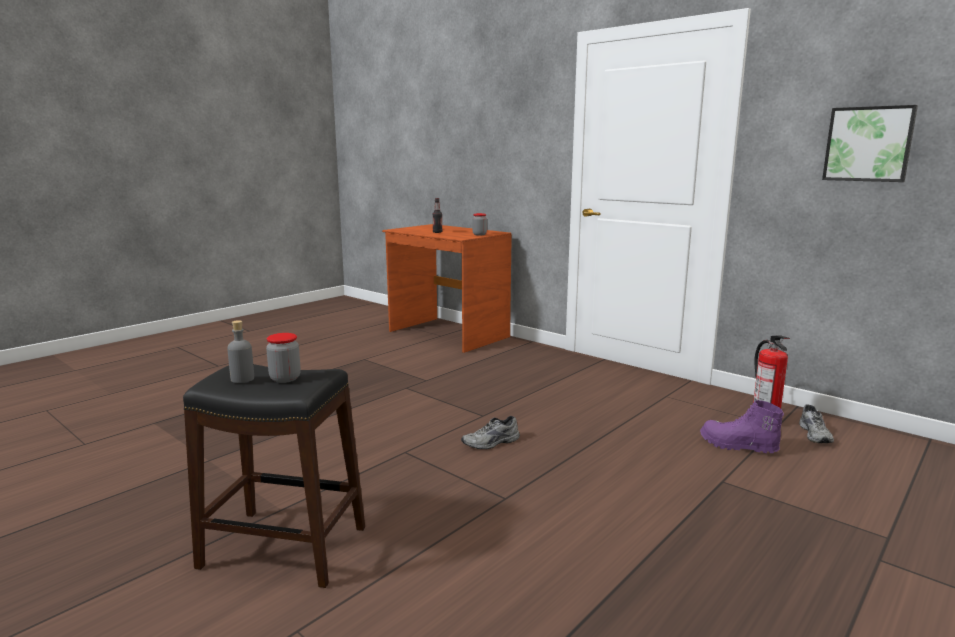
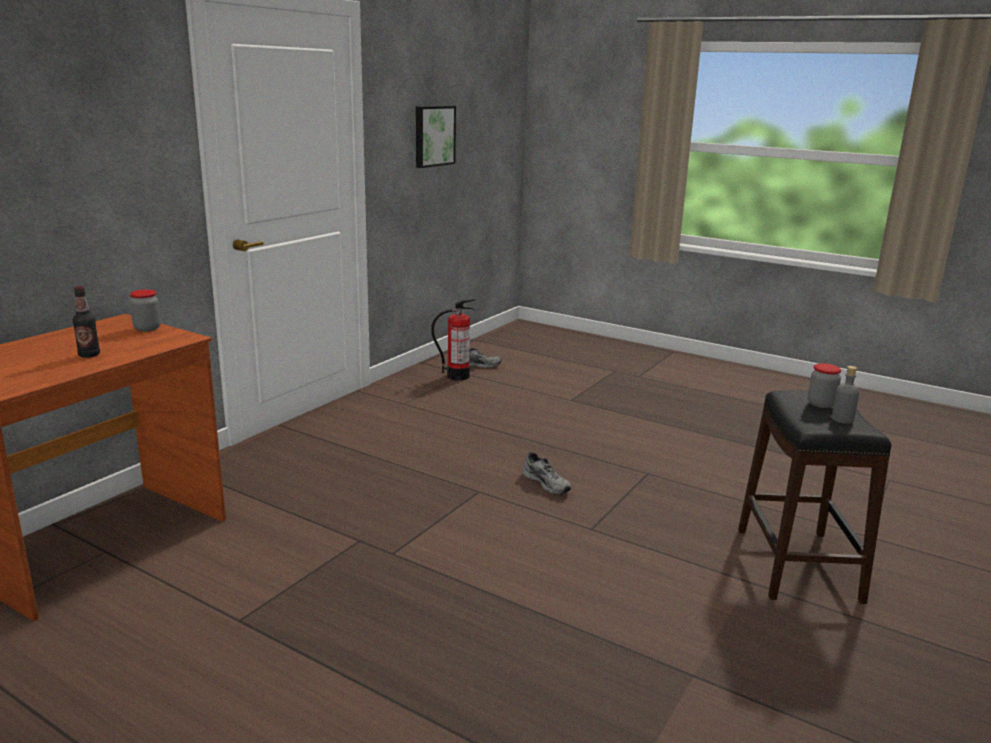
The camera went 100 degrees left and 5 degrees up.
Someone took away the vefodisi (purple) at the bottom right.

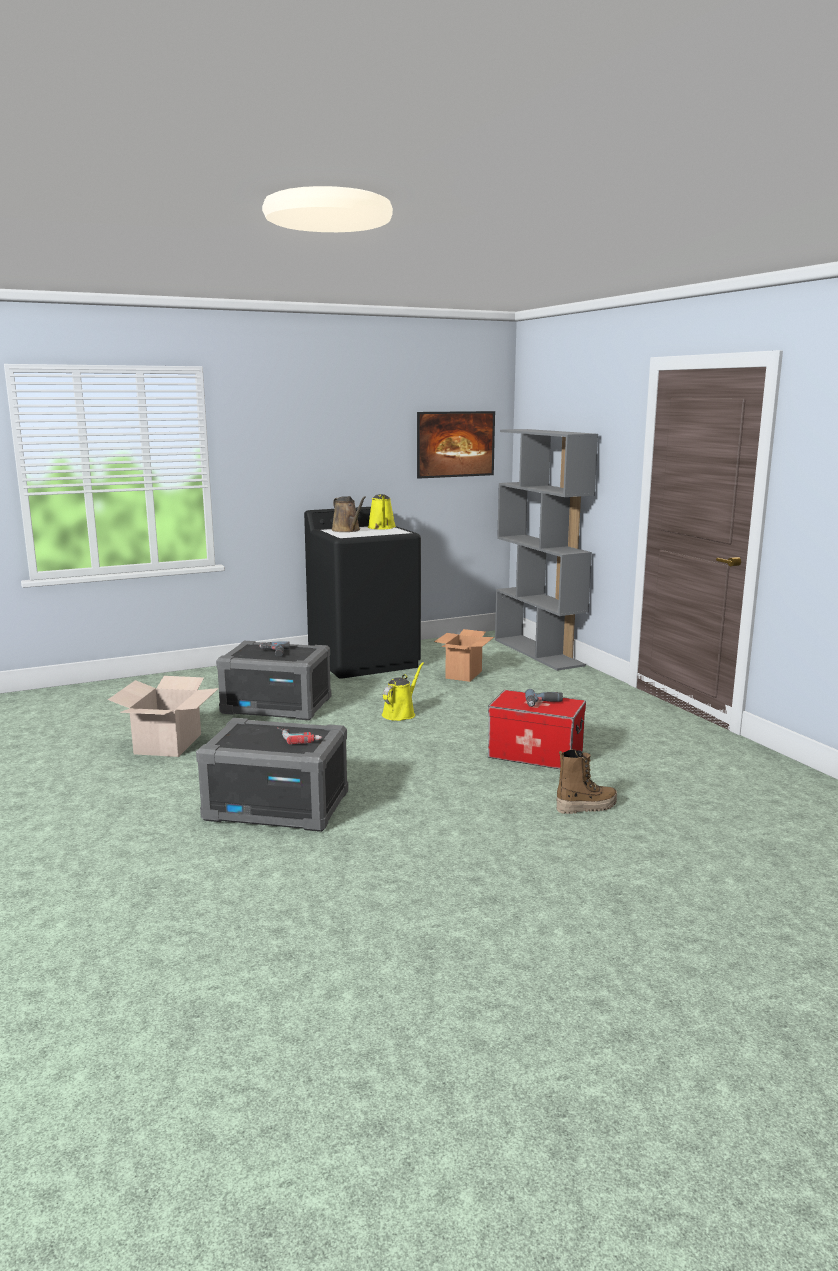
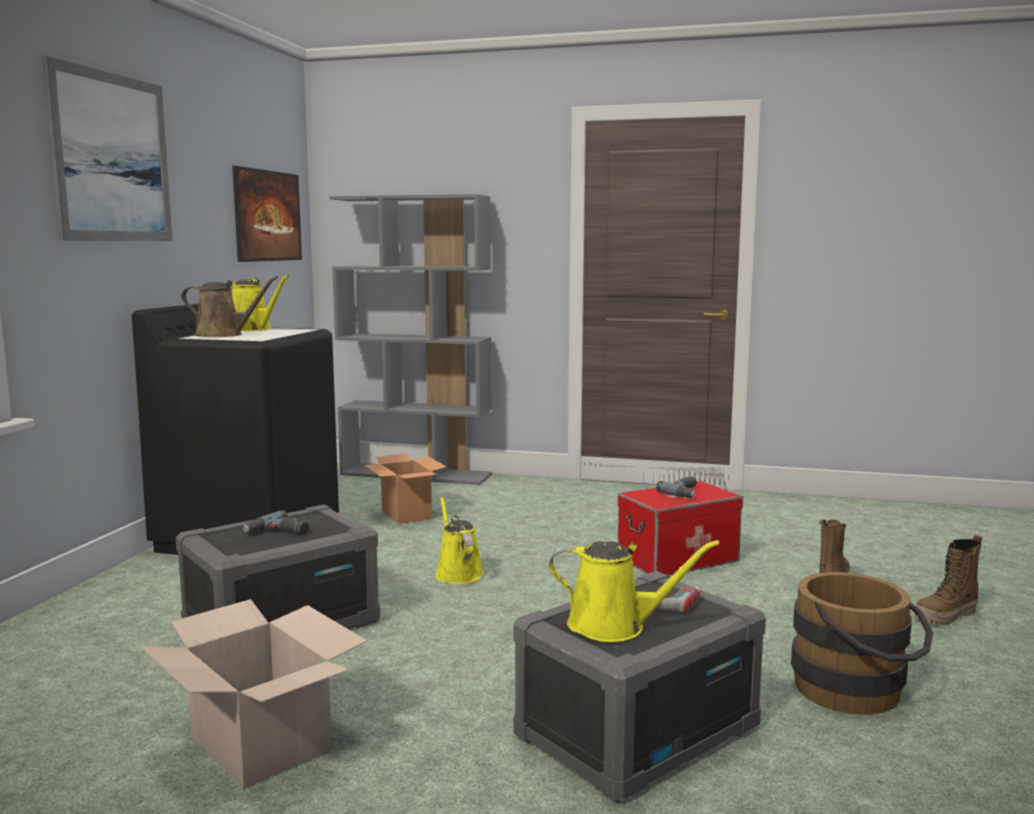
The camera went 50 degrees left and 5 degrees down.
Someone put up the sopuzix (1st from left) at the top left.
Someone put down the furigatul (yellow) (3rd from left) at the bottom centre.
Someone put down the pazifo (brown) at the bottom right.
Someone put down the vefodisi (2nd from left) at the bottom right.

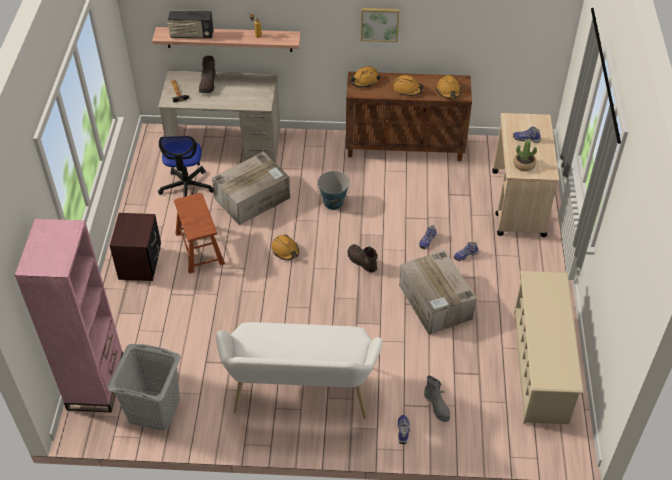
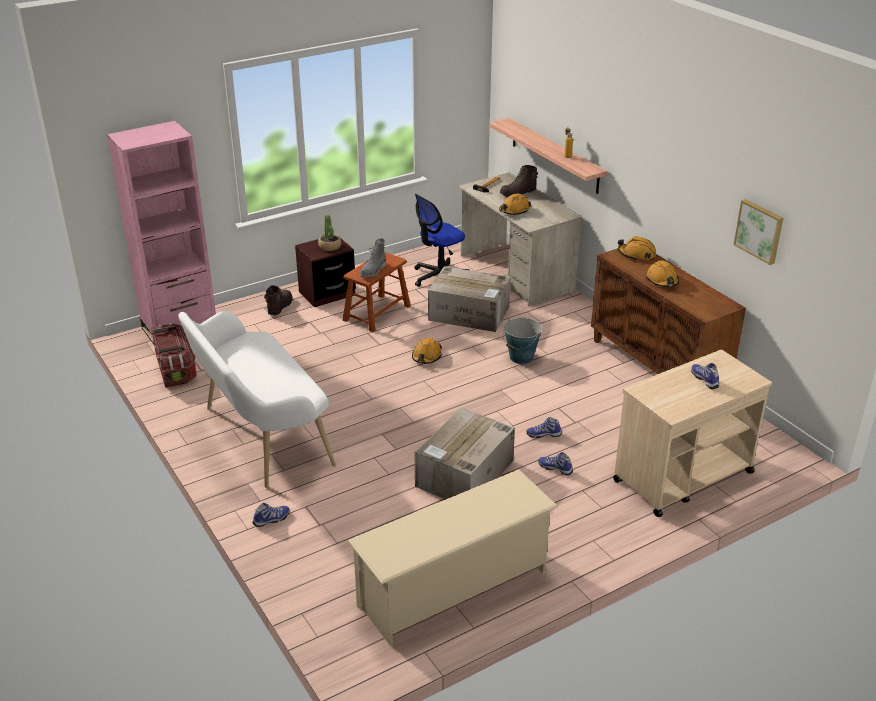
The camera went 55 degrees right and 15 degrees down.
Someone took away the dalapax at the top left.
Someone carried the vefodisi (brown) (2nd from left in the first image) from the centre to the middle left.
Someone carried the sopuzix from the top centre to the top right.
Someone carried the vefodisi (grey) from the bottom centre to the centre.
Someone carried the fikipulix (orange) (4th from left in the first image) from the top right to the top centre.
Someone carried the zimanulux from the top right to the top centre.
Someone swapped the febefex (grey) at the bottom left for the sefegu at the middle left.

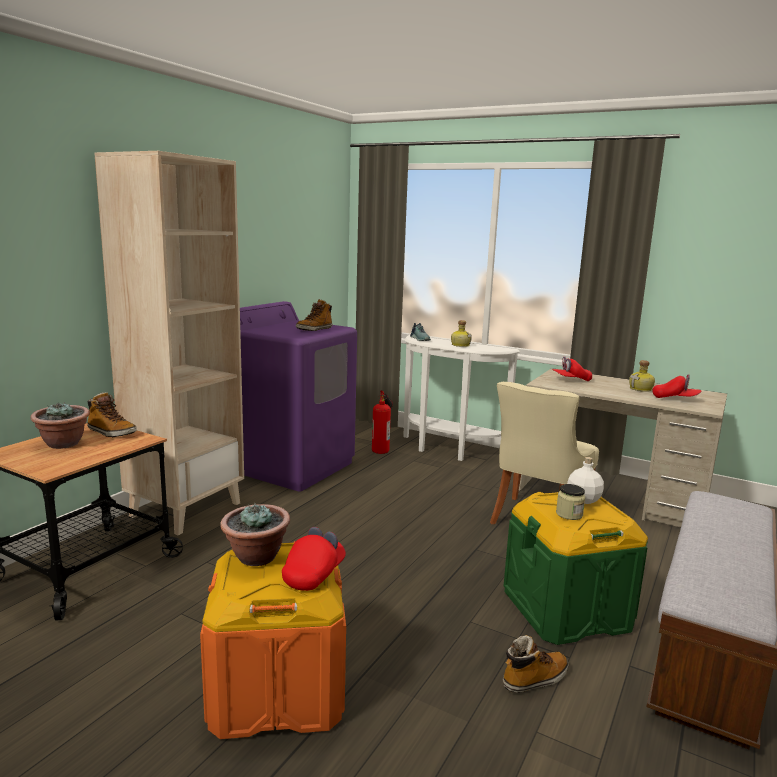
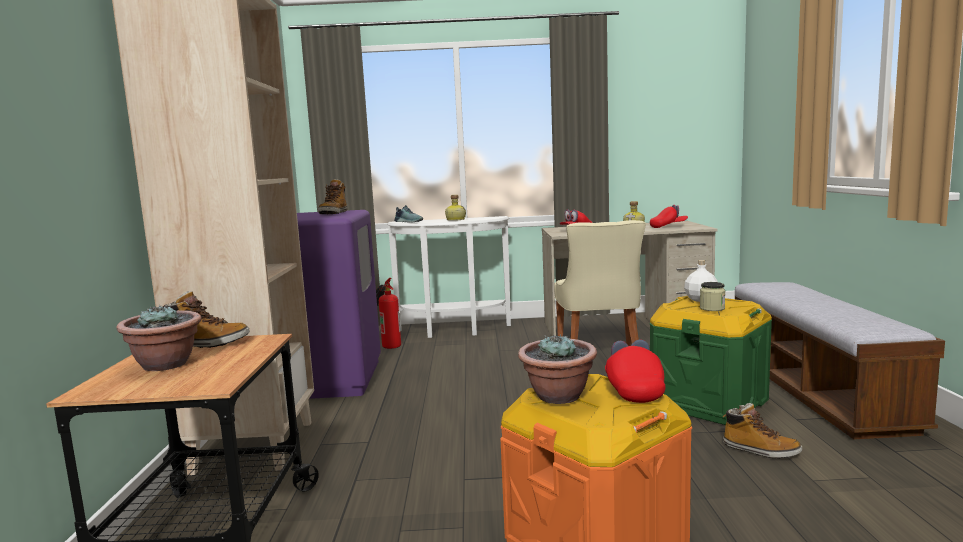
The camera went 30 degrees left and 5 degrees down.
Someone rotated the vefodisi (3rd from left) at the bottom right by 90 degrees clockwise.

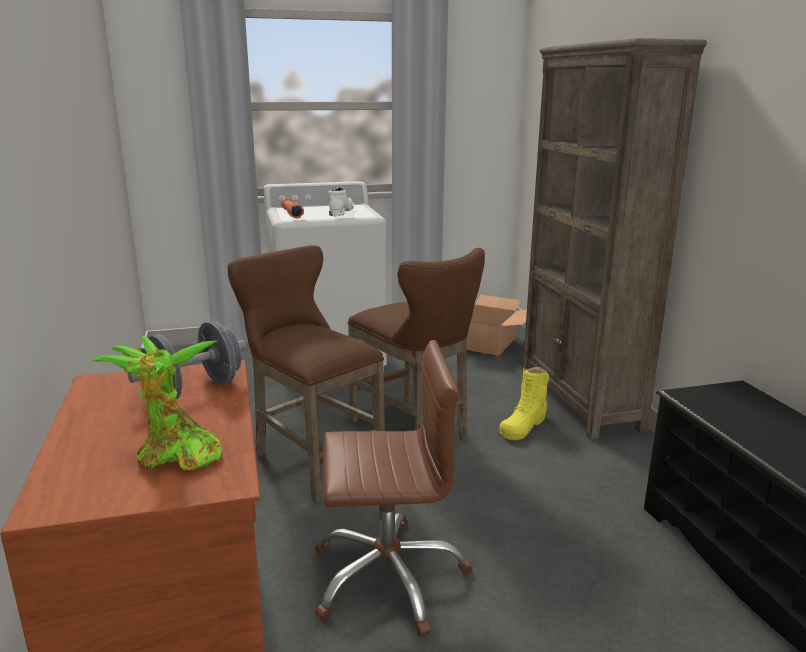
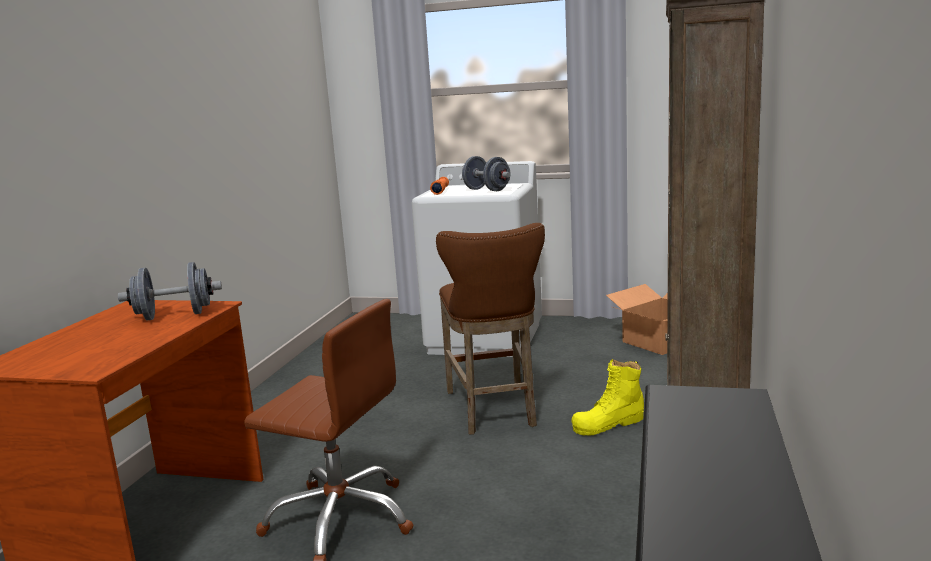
The camera went 30 degrees right and 5 degrees down.
Someone took away the zimanulux at the middle left.
Someone took away the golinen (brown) (1st from left) at the centre.
Someone swapped the vefodisi (white) at the top centre for the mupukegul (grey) (2nd from left) at the top centre.

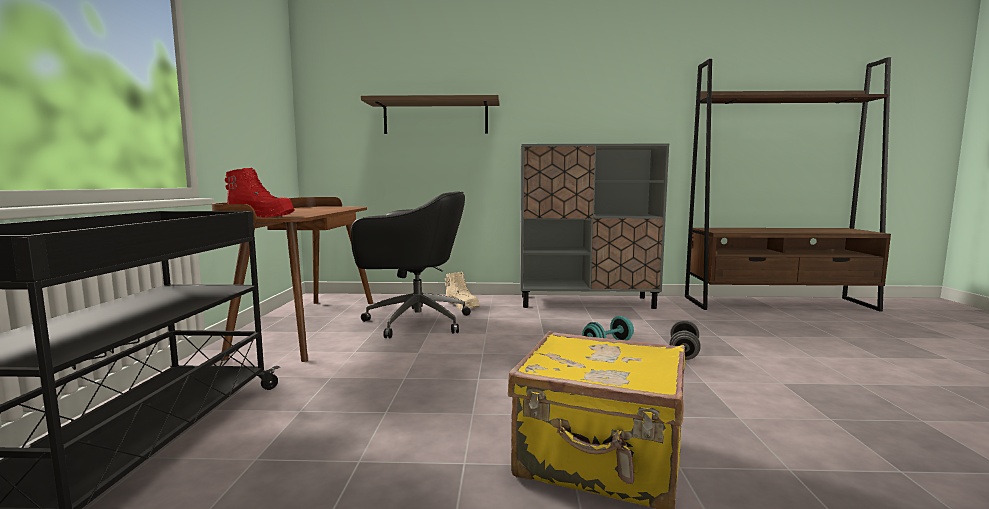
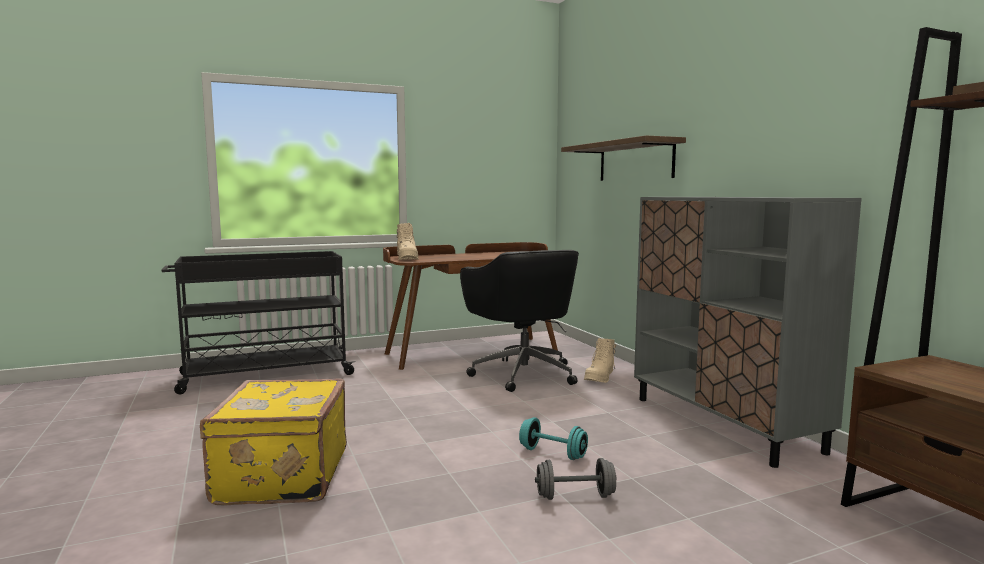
The camera went 65 degrees right and 0 degrees up.
Someone repainted the vefodisi (red) at the middle left, which became the vefodisi (beige) (1st from left) at the centre.

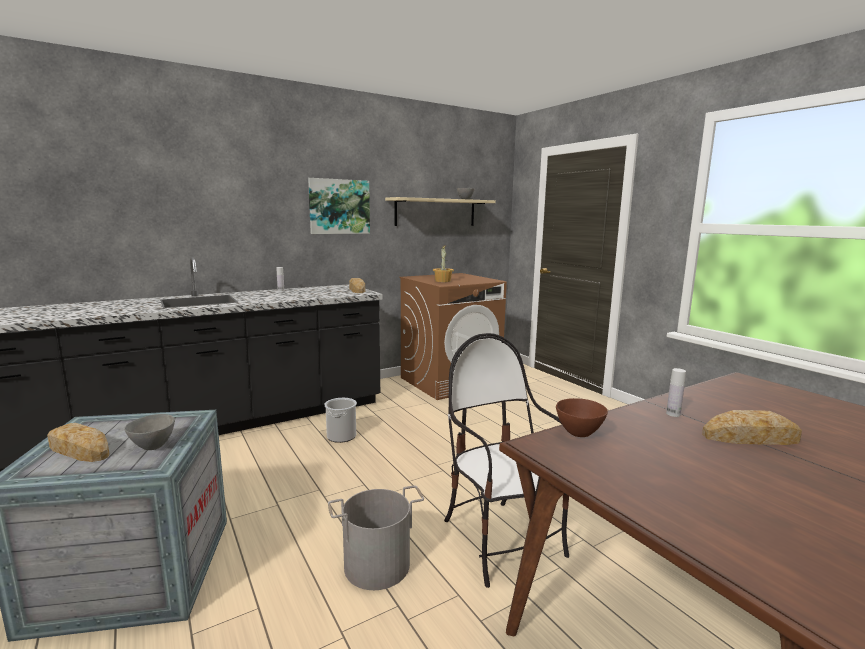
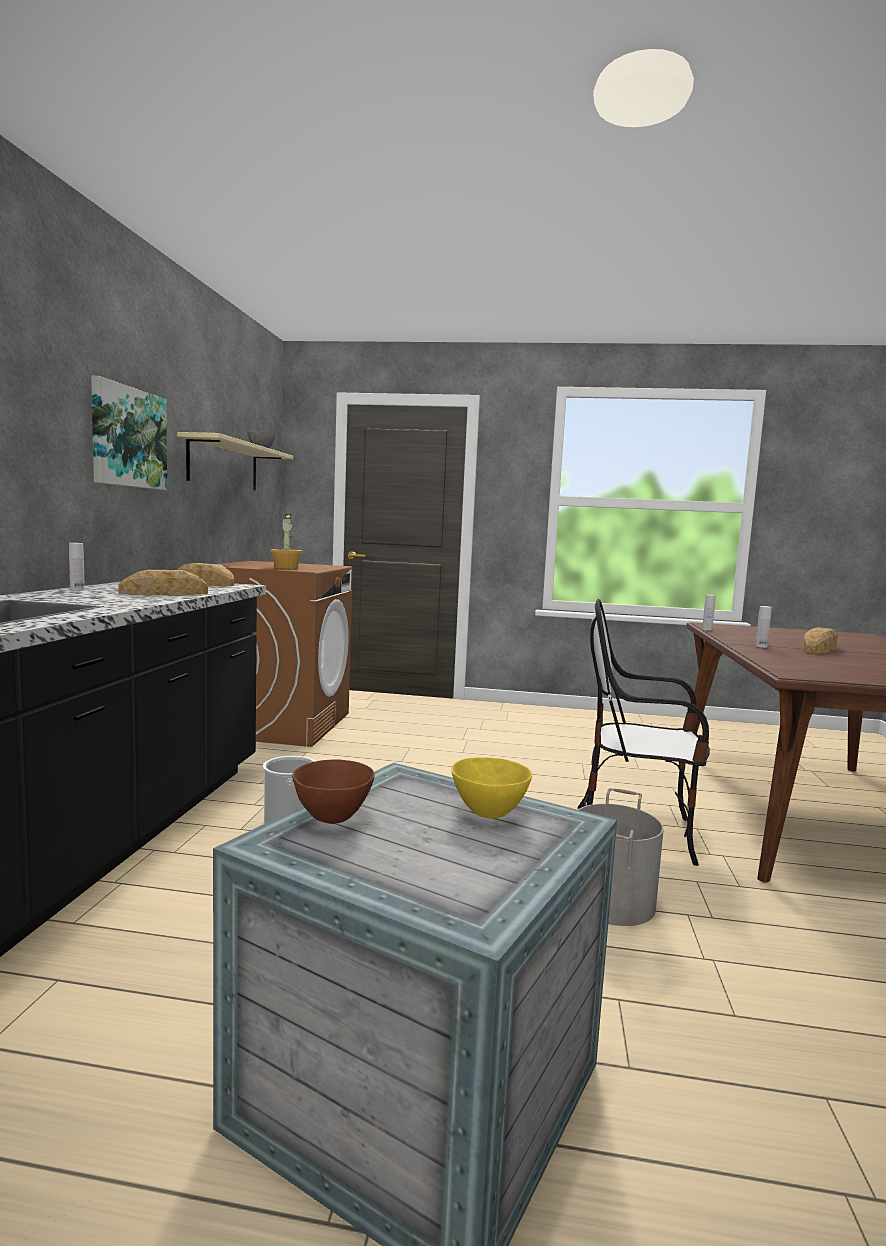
The camera went 50 degrees left and 5 degrees down.
Someone put down the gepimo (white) (2nd from left) at the middle right.
Someone carried the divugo (1st from left) from the bottom left to the middle left.
Someone carried the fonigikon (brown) from the middle right to the centre.
Someone repainted the fonigikon (grey) (1st from left) at the middle left, which became the fonigikon (yellow) at the centre.

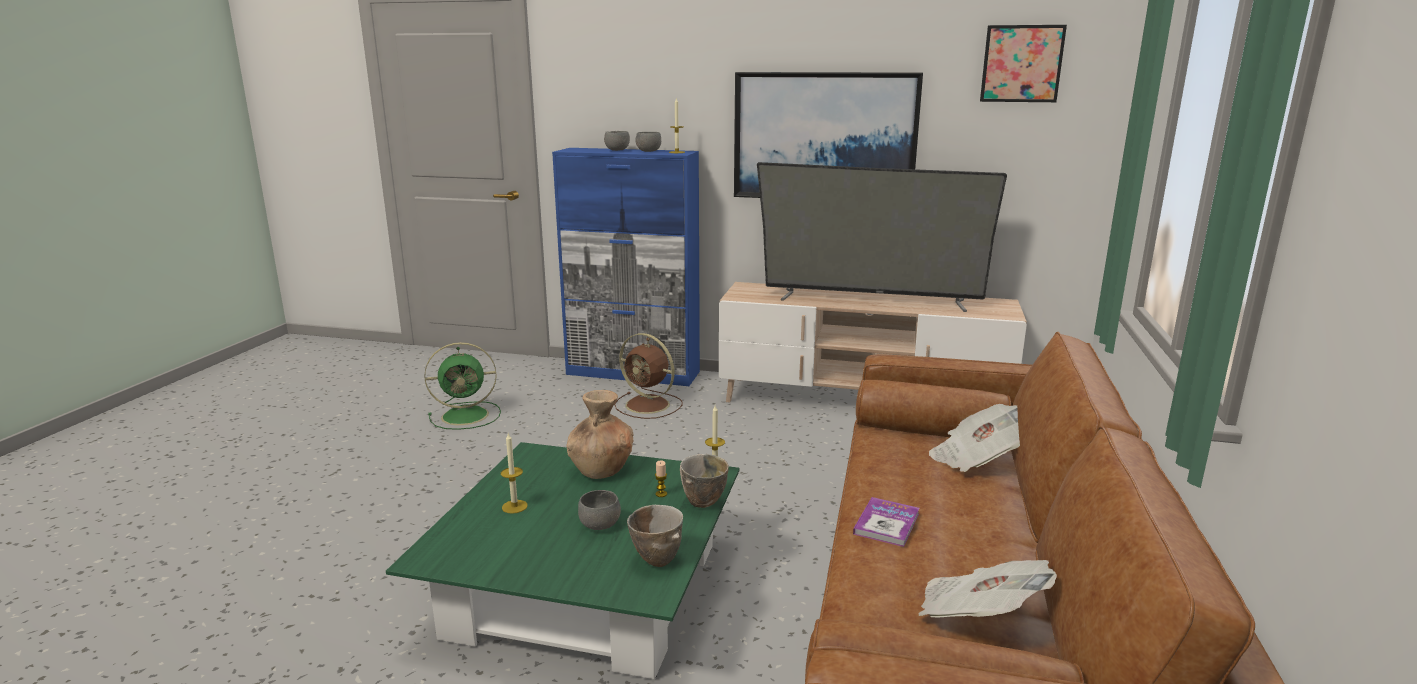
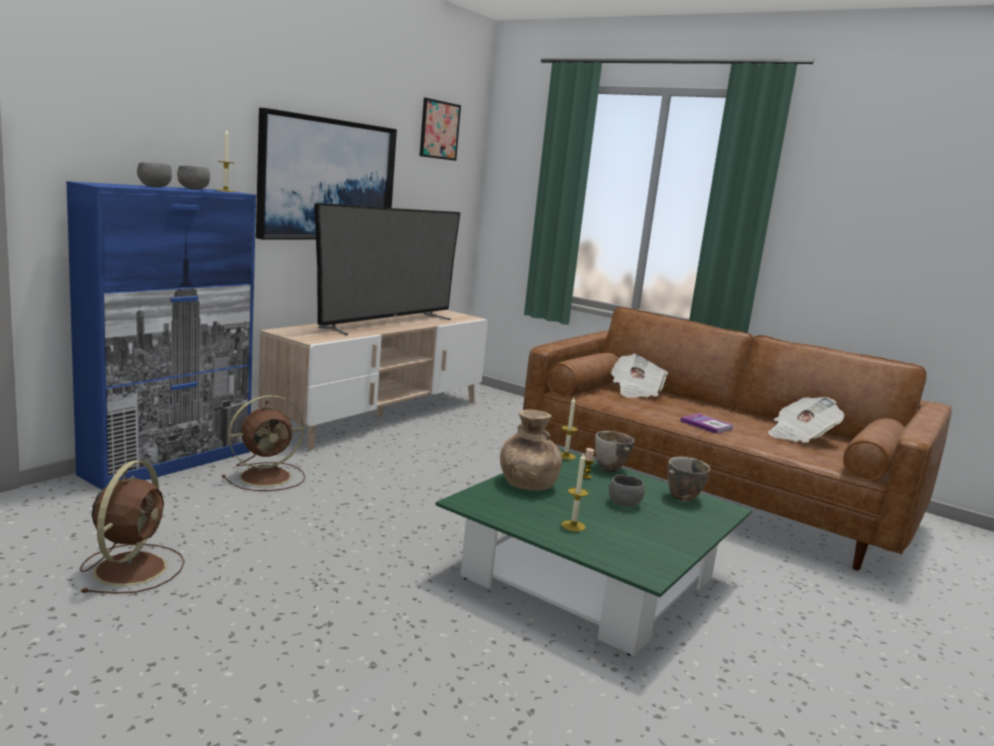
The camera went 70 degrees left and 5 degrees down.
Someone repainted the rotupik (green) at the middle left, which became the rotupik (brown) (1st from left) at the bottom left.

